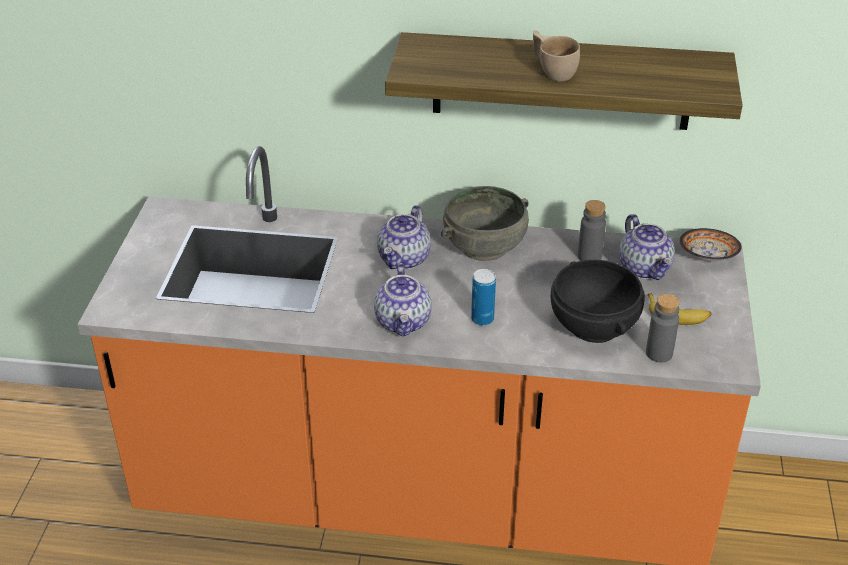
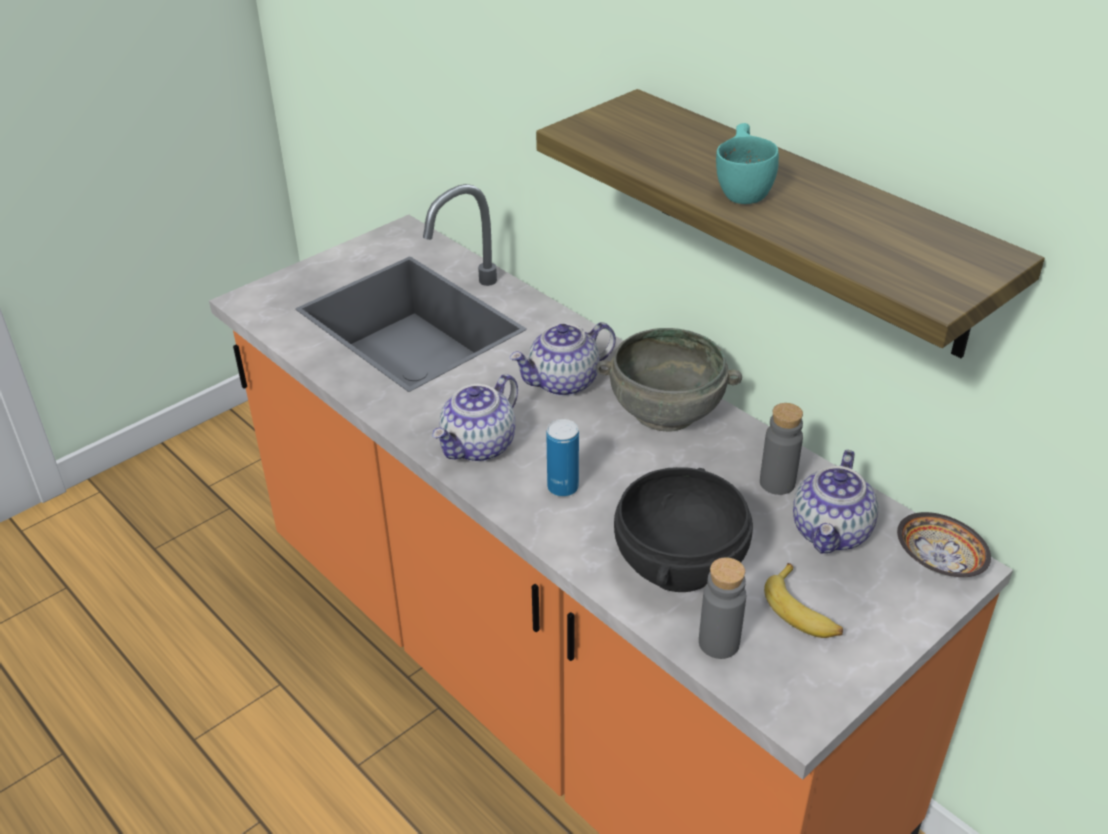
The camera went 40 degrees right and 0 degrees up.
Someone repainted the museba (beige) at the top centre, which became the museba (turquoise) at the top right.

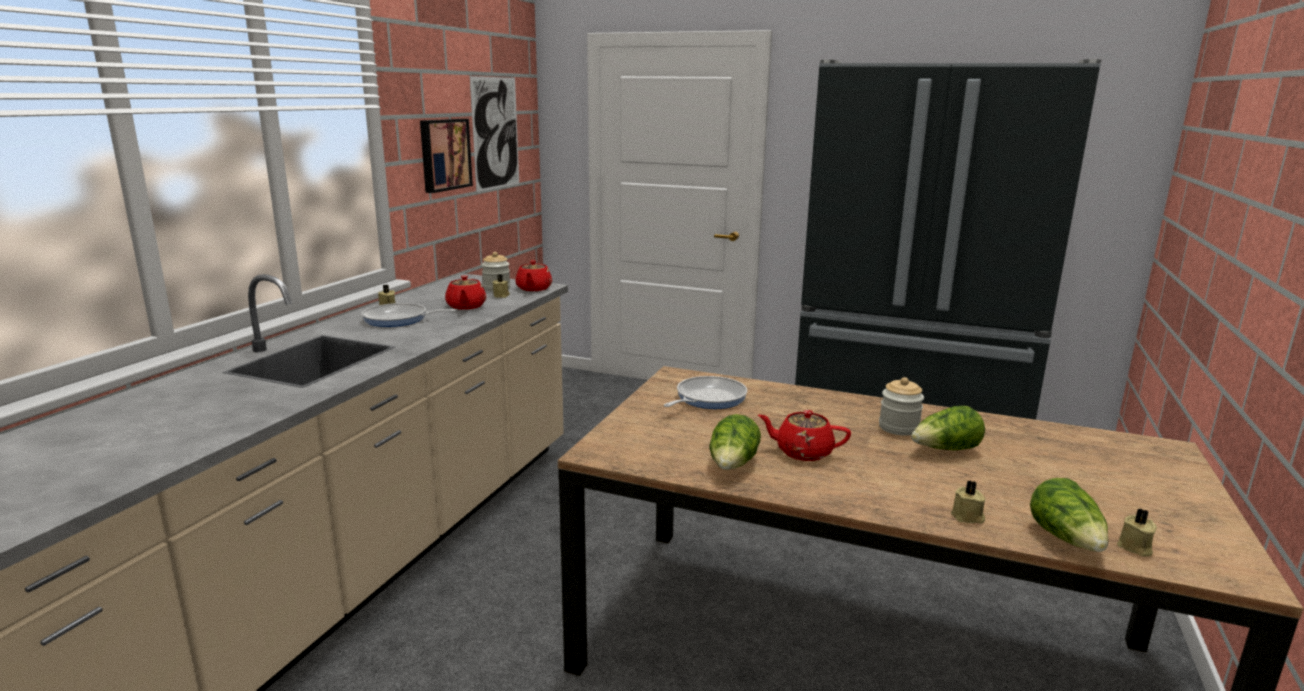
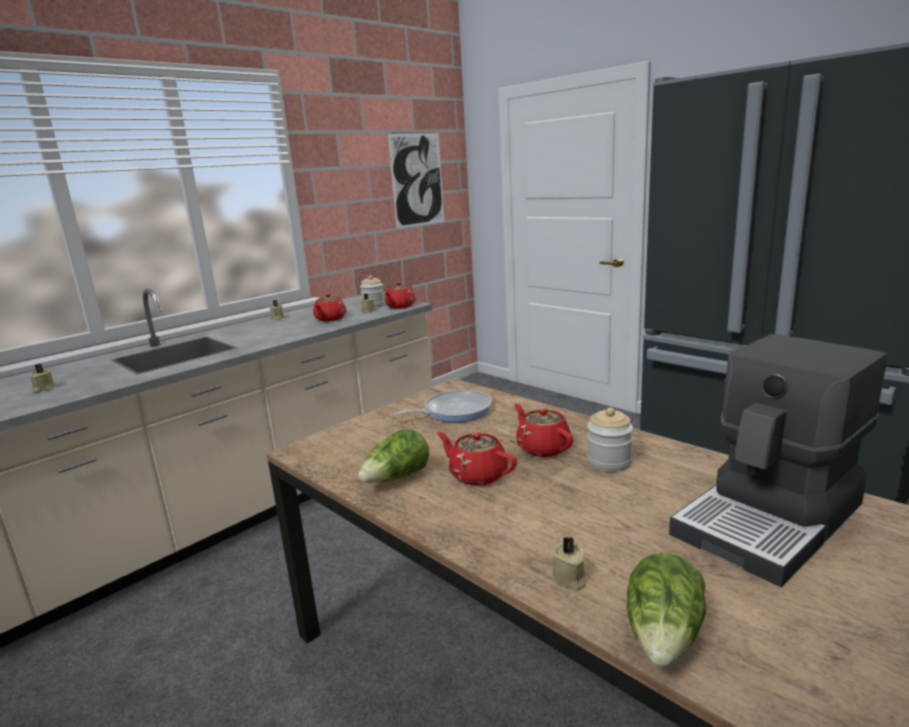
The camera went 25 degrees right and 0 degrees up.
Someone took away the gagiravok (1st from left) at the middle left.
Someone took away the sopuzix (1st from left) at the top centre.
Someone took away the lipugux (2nd from left) at the middle right.
Someone put down the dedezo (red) (4th from left) at the centre.
Someone put down the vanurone at the middle right.
Someone carried the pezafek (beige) (4th from left in the first image) from the bottom right to the middle left.

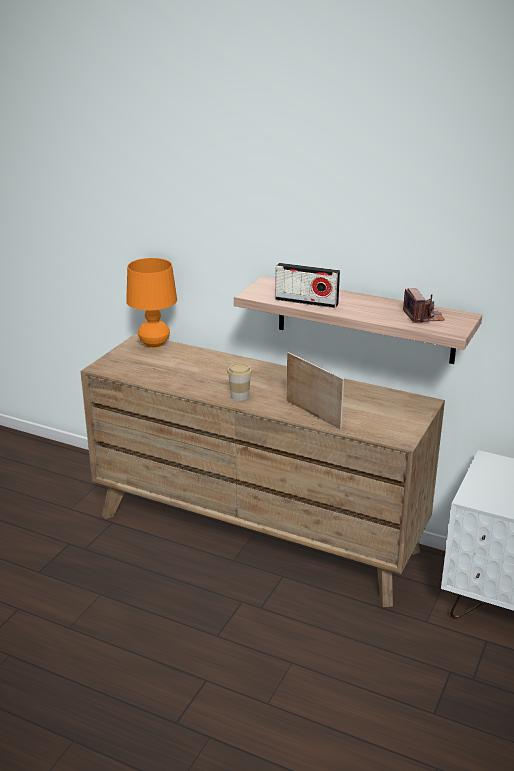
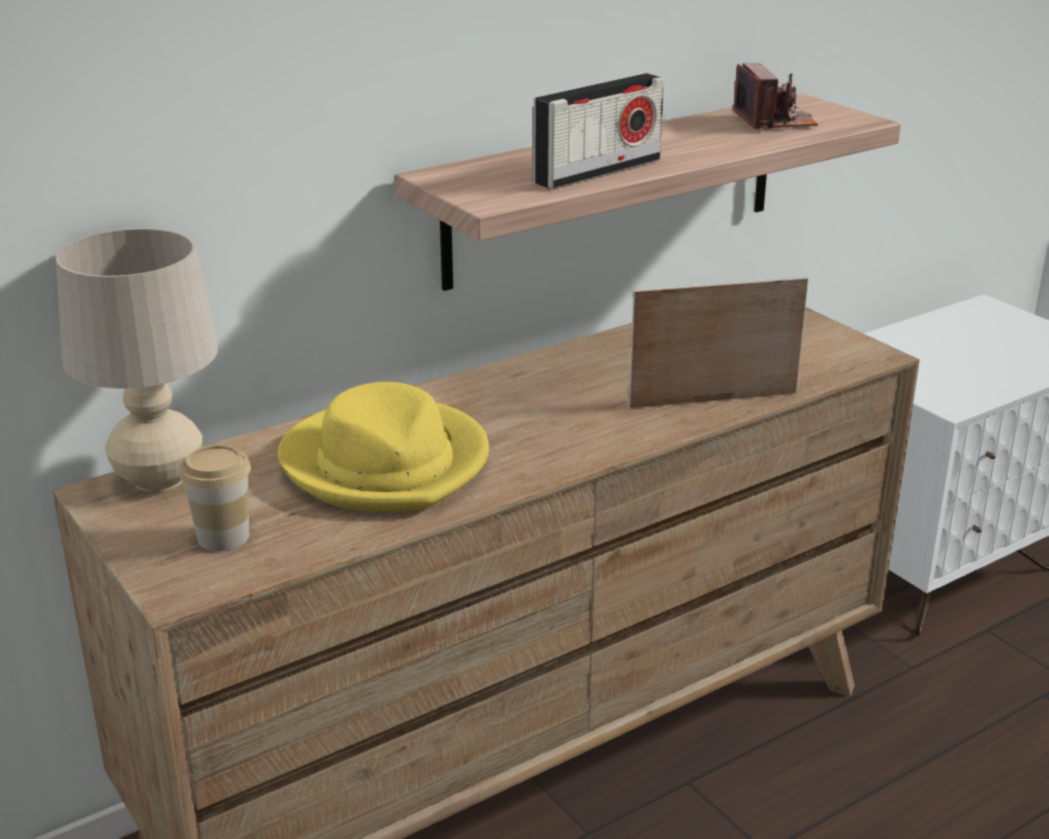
The camera went 60 degrees left and 0 degrees up.
Someone put down the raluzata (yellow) at the centre.
Someone carried the museba from the centre to the middle left.
Someone repainted the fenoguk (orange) at the middle left, which became the fenoguk (beige) at the middle left.
Someone rotated the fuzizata at the middle right by 60 degrees clockwise.

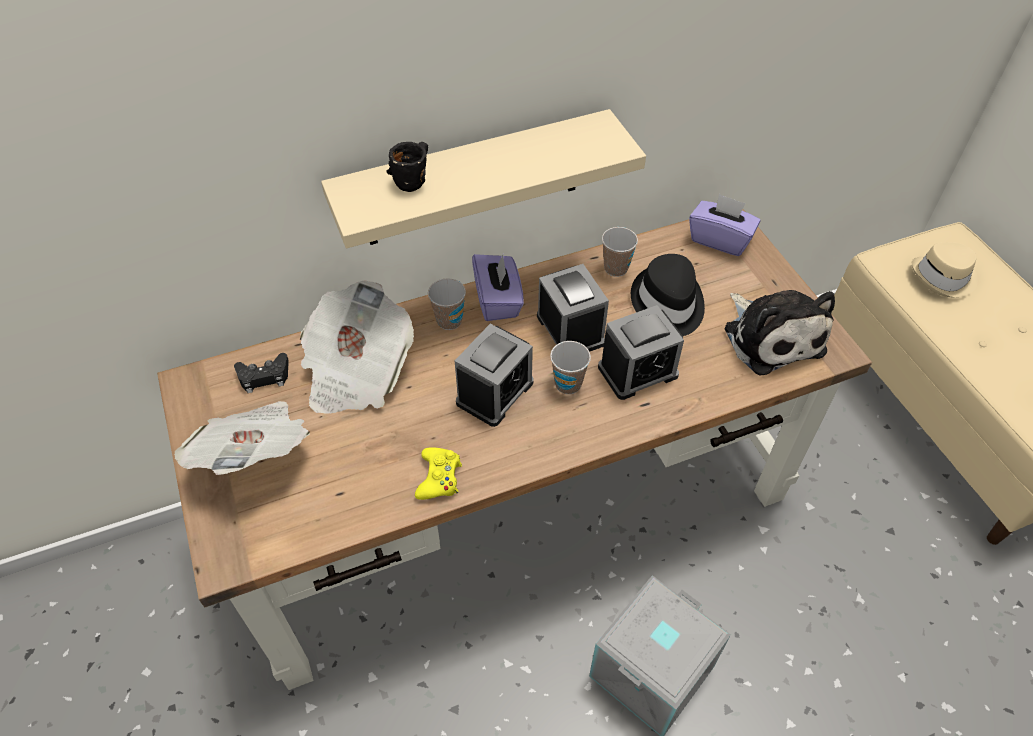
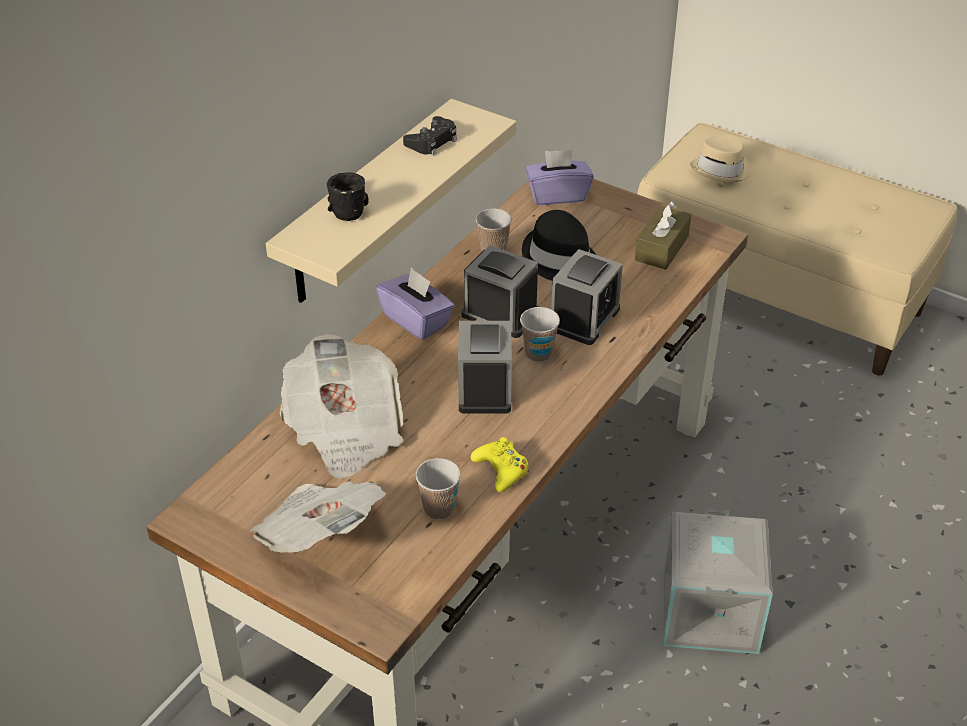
The camera went 35 degrees left and 10 degrees down.
Someone carried the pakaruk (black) from the middle left to the top centre.
Someone carried the museba (1st from left) from the centre to the bottom centre.
Someone swapped the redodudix at the middle right for the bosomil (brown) at the top right.

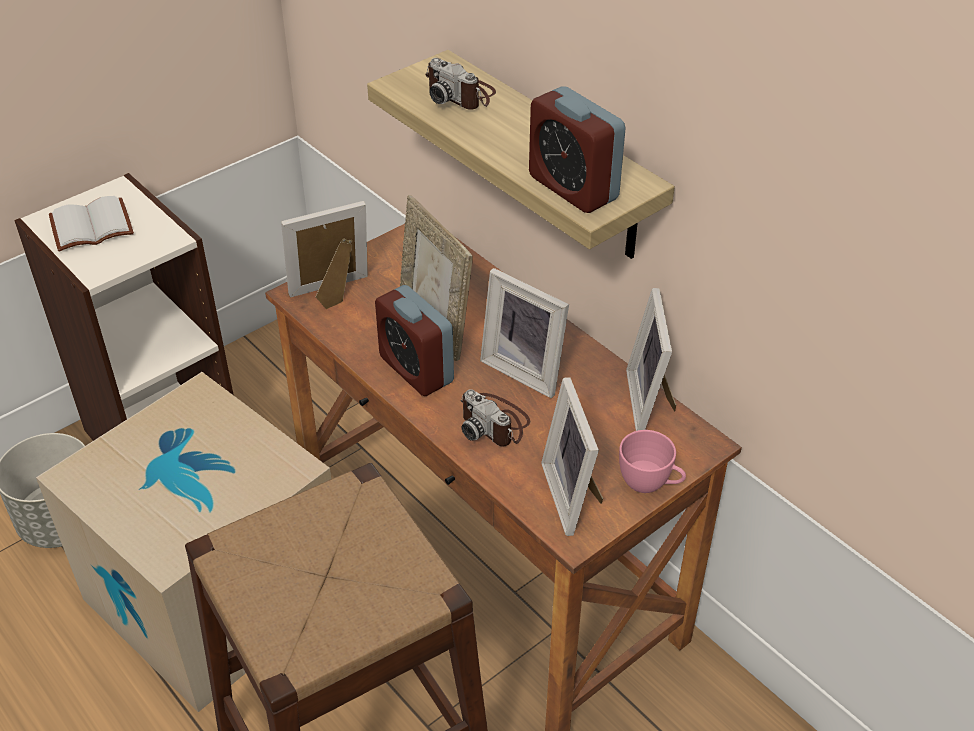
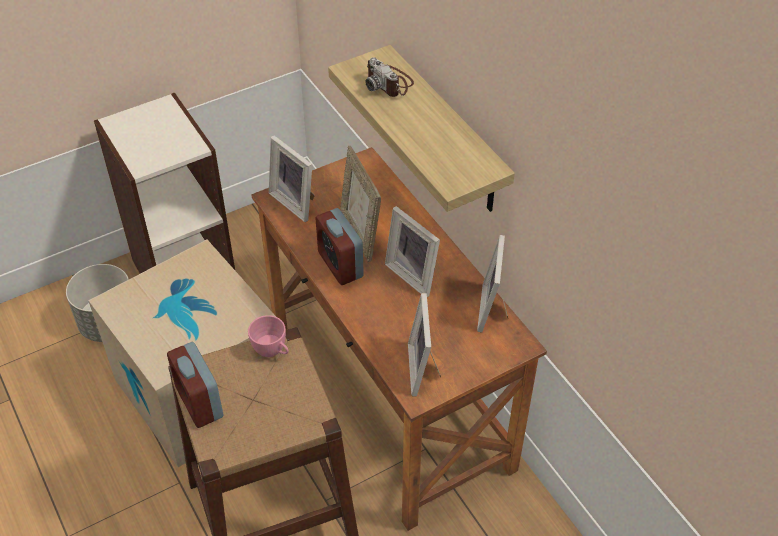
The camera went 10 degrees right and 5 degrees up.
Someone took away the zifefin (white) at the top left.
Someone took away the fuzizata (2nd from left) at the centre.
Someone carried the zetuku (2nd from left in the first image) from the top centre to the bottom left.
Someone carried the museba (pink) from the middle right to the centre.
Someone rotated the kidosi (1st from left) at the middle left by 120 degrees counterclockwise.

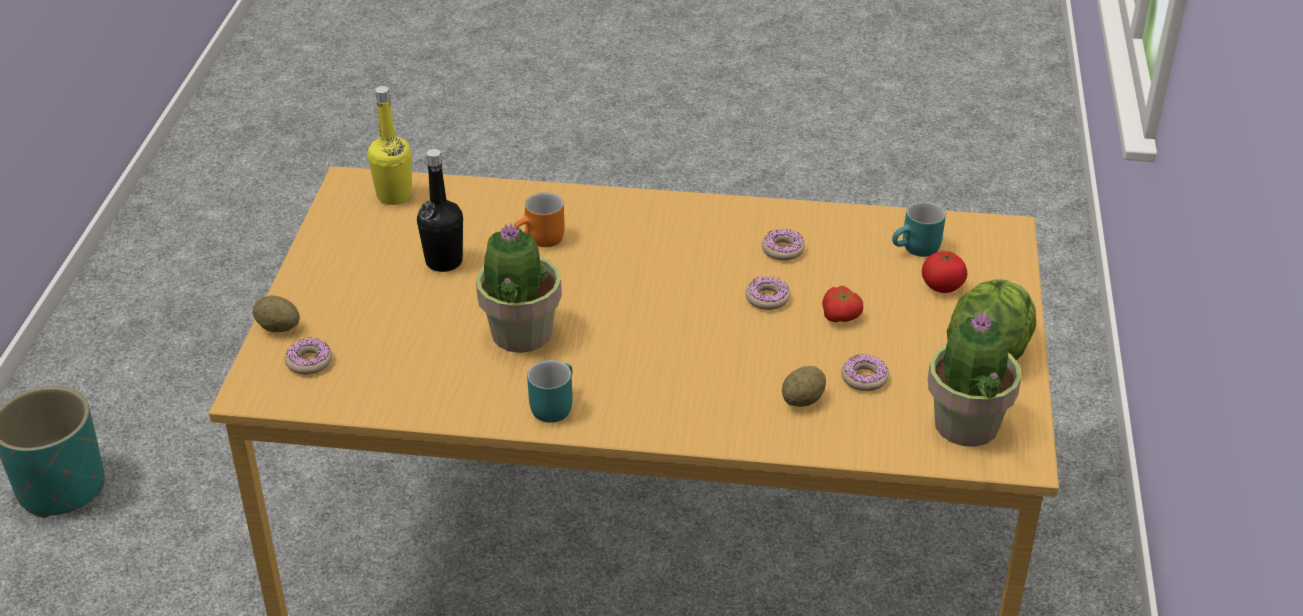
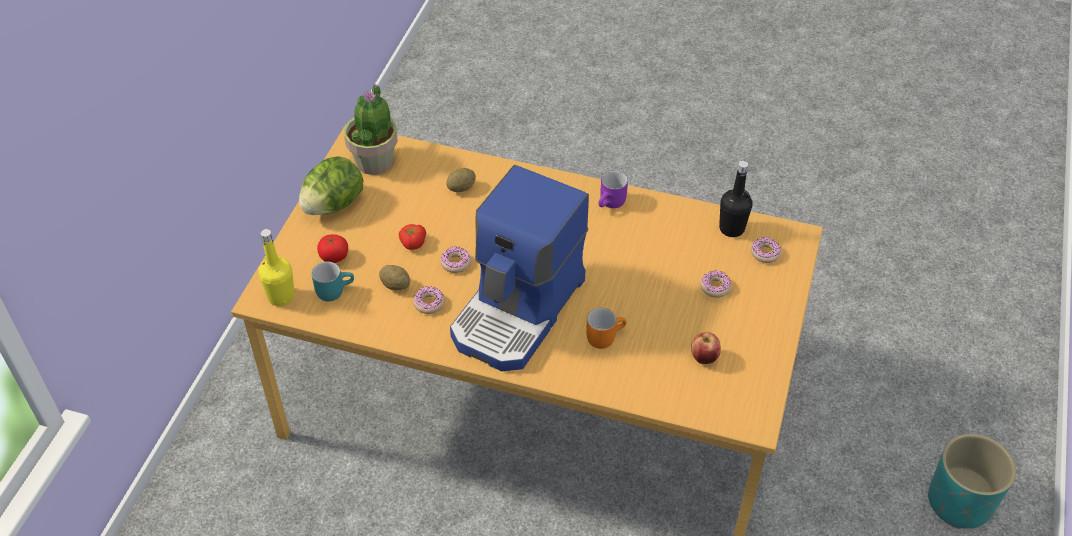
The camera went 170 degrees left and 10 degrees up.
Someone took away the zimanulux (1st from left) at the centre.
Someone put down the vanurone at the centre.
Someone put down the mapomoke at the centre.
Someone carried the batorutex (1st from left) from the middle left to the centre.
Someone carried the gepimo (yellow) from the top left to the middle left.
Someone carried the gepimo (black) from the centre to the middle right.
Someone carried the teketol (4th from left in the first image) from the centre to the middle right.
Someone repainted the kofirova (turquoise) (1st from left) at the centre, which became the kofirova (purple) at the centre.

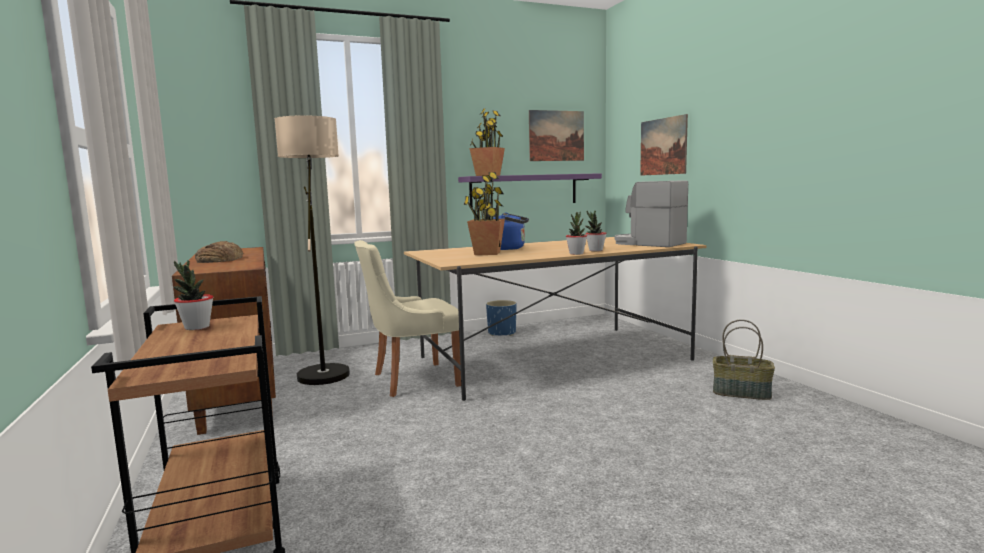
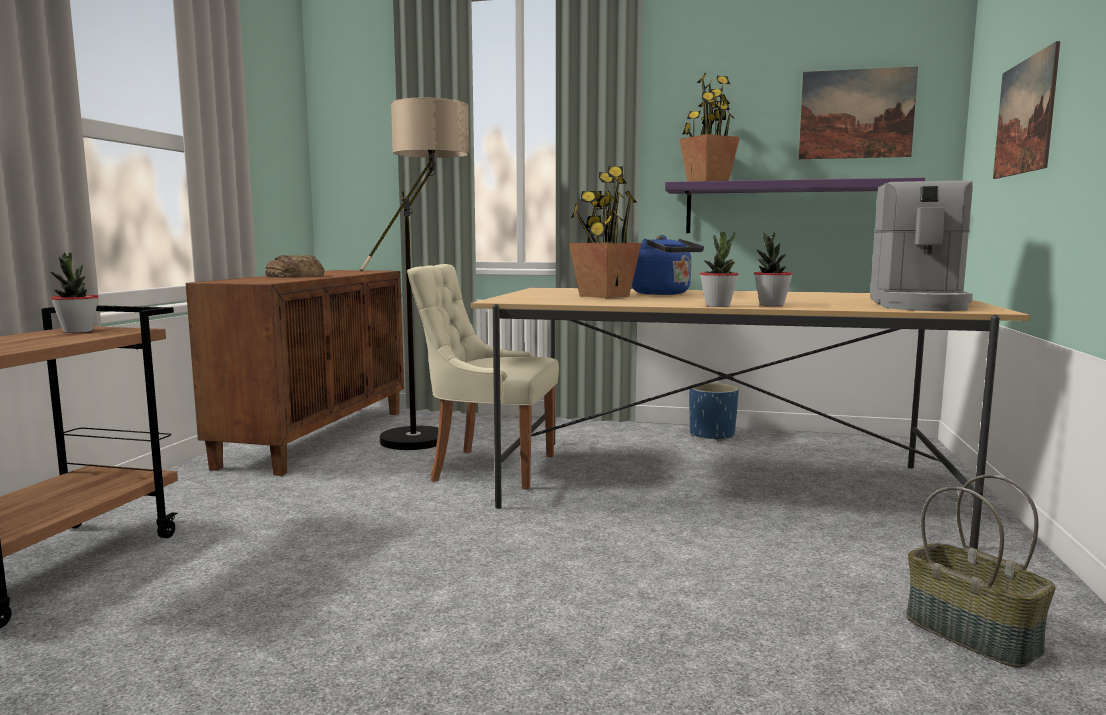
The camera went 35 degrees right and 0 degrees up.
Someone rotated the vanurone at the centre by 150 degrees counterclockwise.

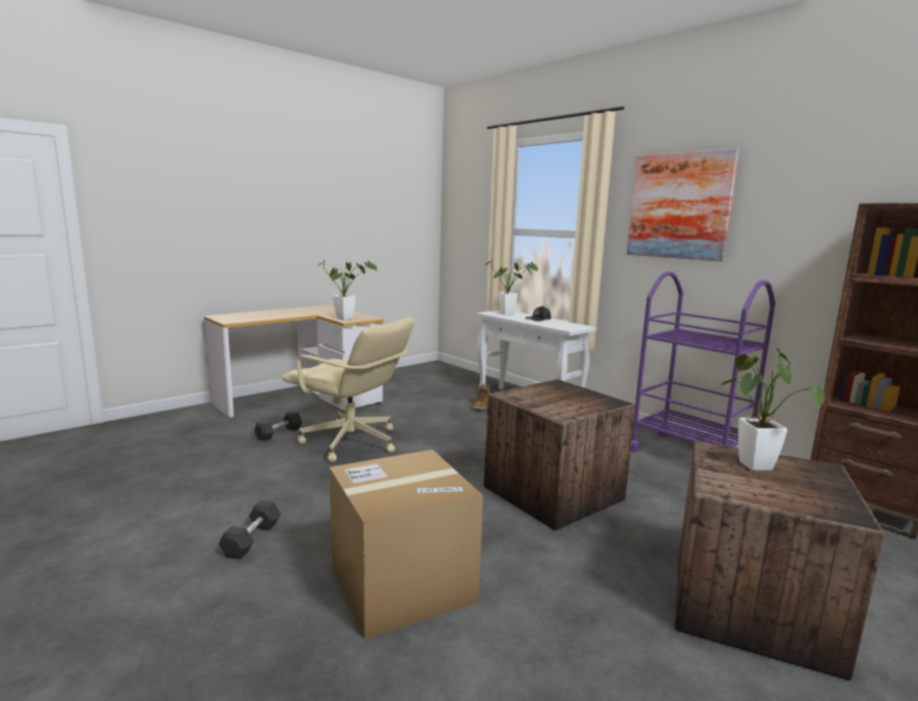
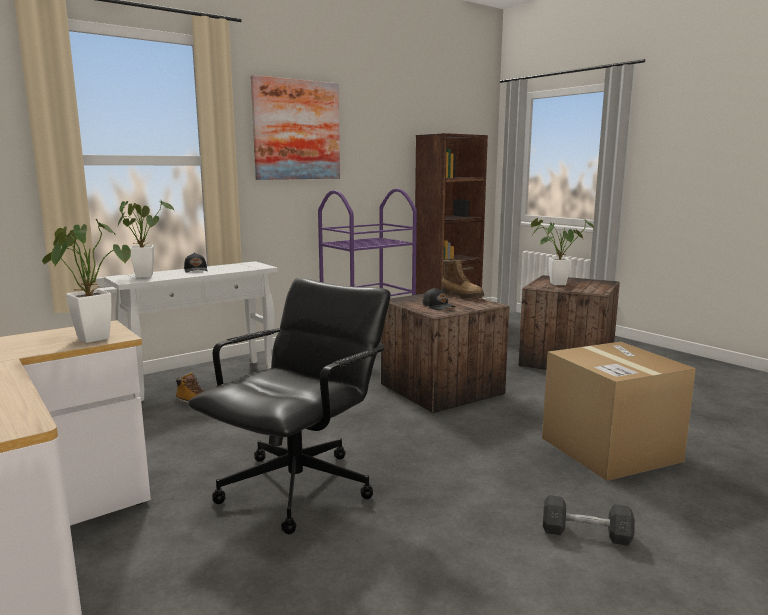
The camera went 85 degrees left and 0 degrees up.
Someone took away the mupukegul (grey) (2nd from left) at the middle left.
Someone put down the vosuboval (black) (2nd from left) at the centre.
Someone put down the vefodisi (2nd from left) at the centre.
Someone repainted the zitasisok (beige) at the centre, which became the zitasisok (black) at the centre.

